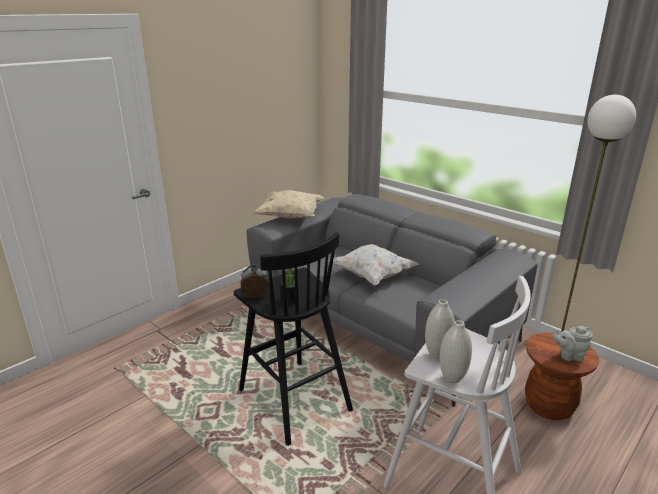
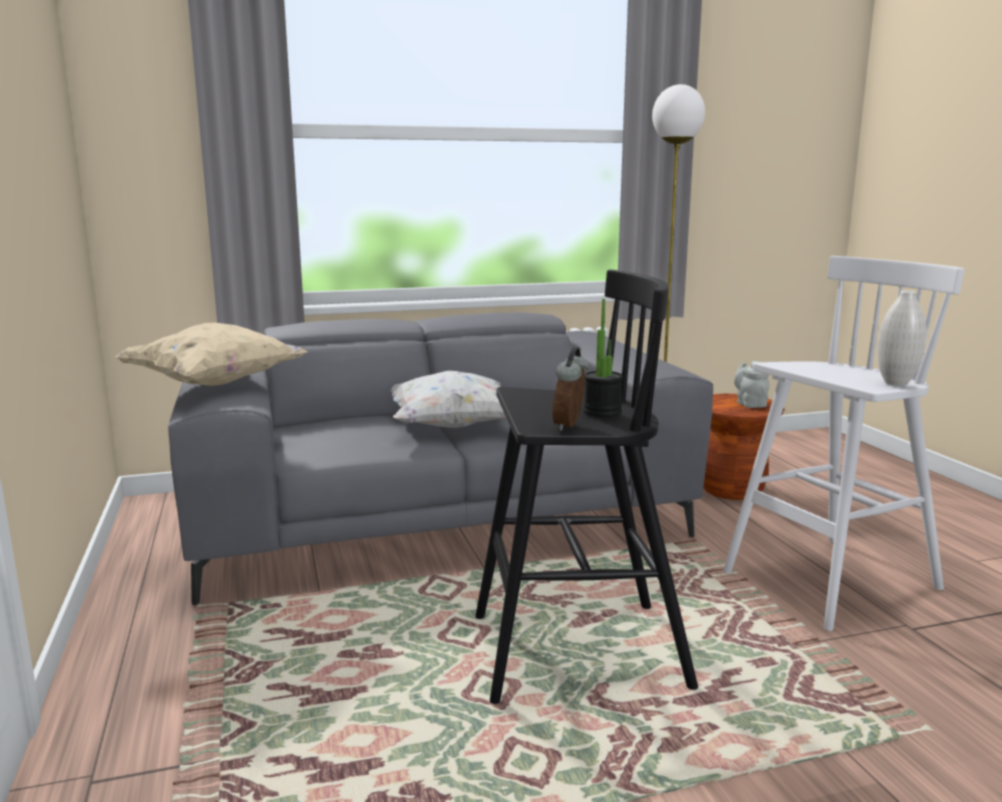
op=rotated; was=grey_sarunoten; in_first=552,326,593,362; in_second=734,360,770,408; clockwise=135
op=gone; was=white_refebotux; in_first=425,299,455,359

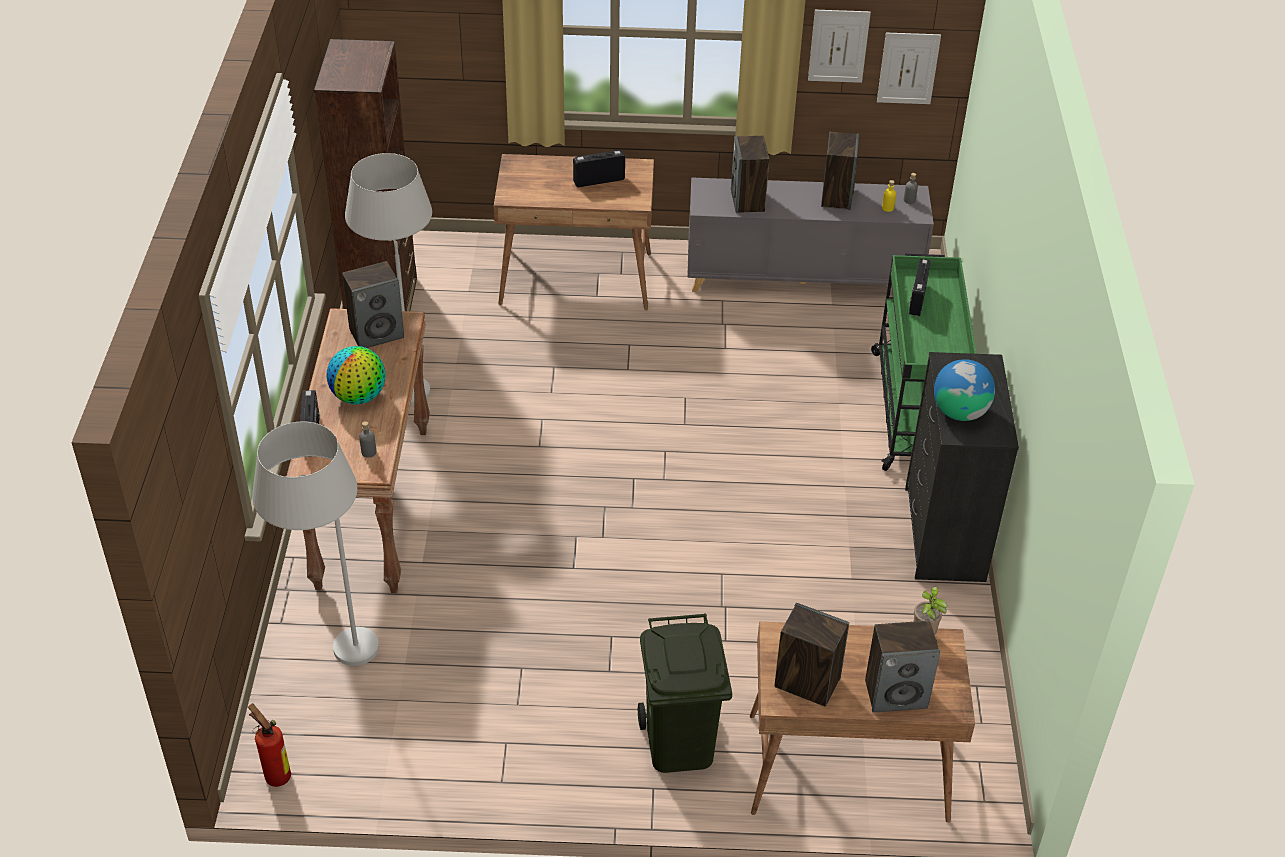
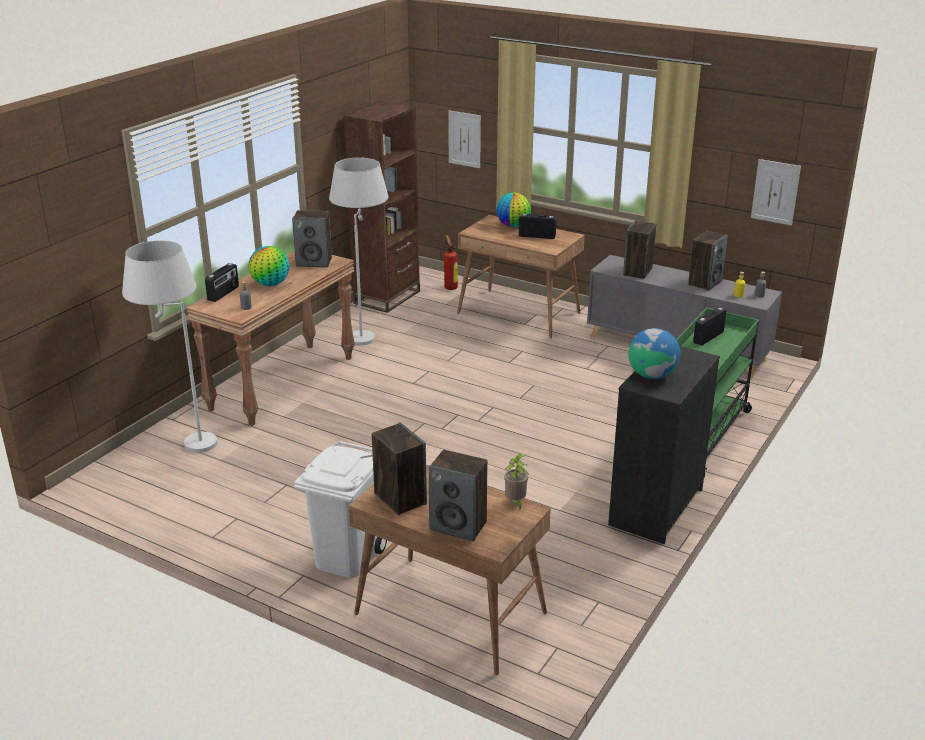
op=repainted; was=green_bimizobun; now=white_bimizobun; in_first=638,614,732,773; in_second=294,441,387,578
op=shifted; was=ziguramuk; in_first=248,703,291,787; in_second=443,235,458,290
op=shifted; was=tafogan; in_first=808,10,871,83; in_second=448,110,481,168
op=new; now=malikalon; in_second=496,192,531,227

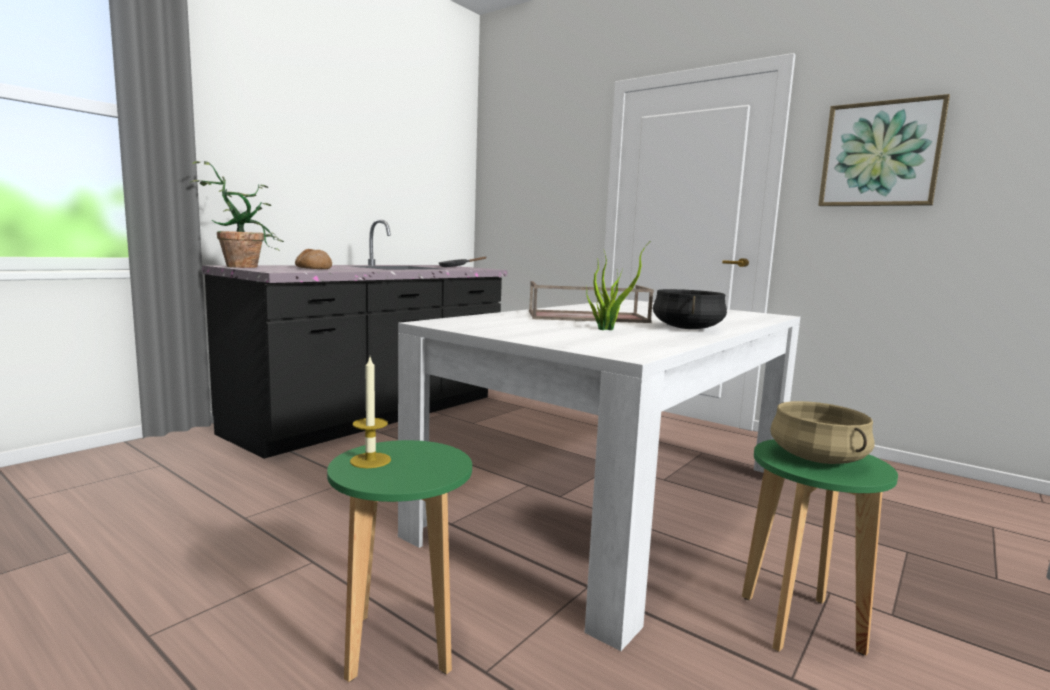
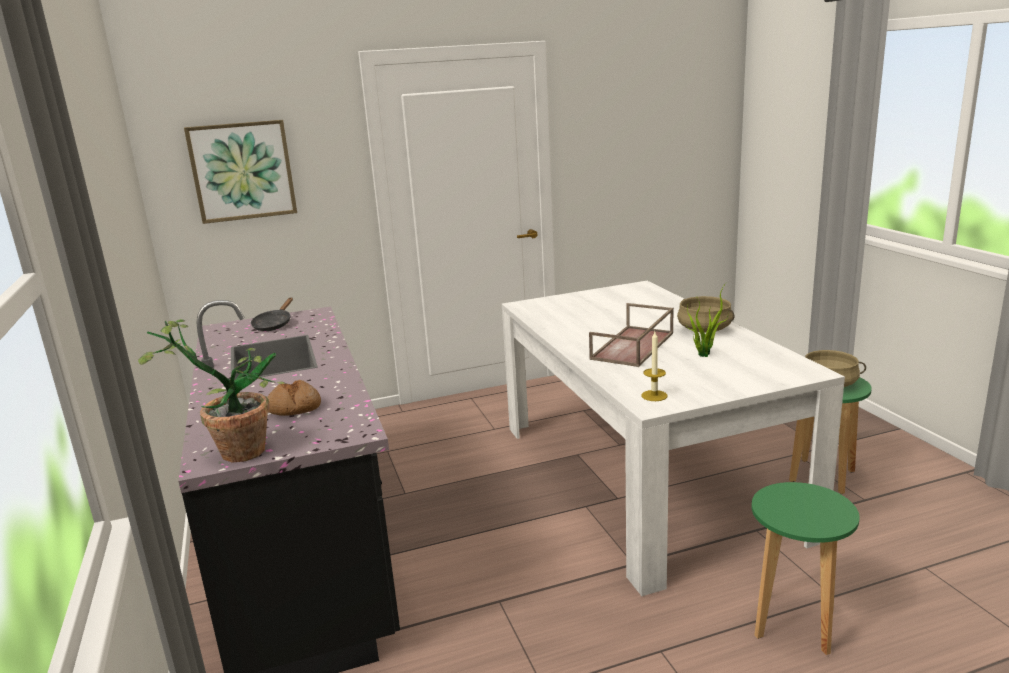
op=shifted; was=tafogan; in_first=818,94,950,206; in_second=184,120,297,224
op=shifted; was=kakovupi; in_first=350,357,391,468; in_second=641,332,667,401
op=repainted; was=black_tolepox; now=beige_tolepox; in_first=653,289,727,329; in_second=677,296,734,333

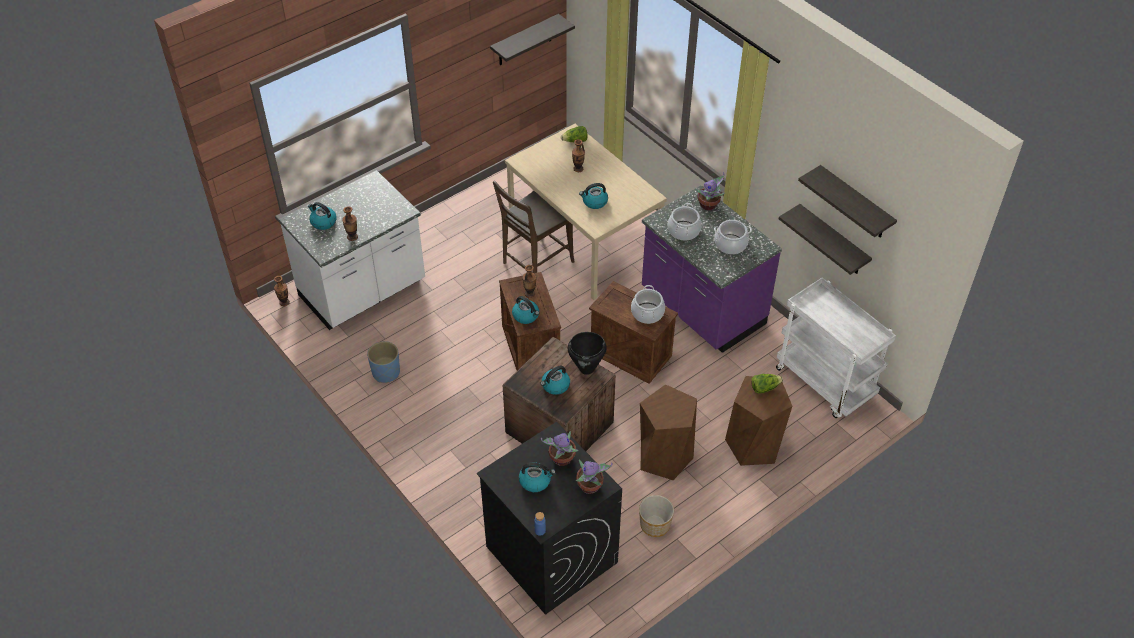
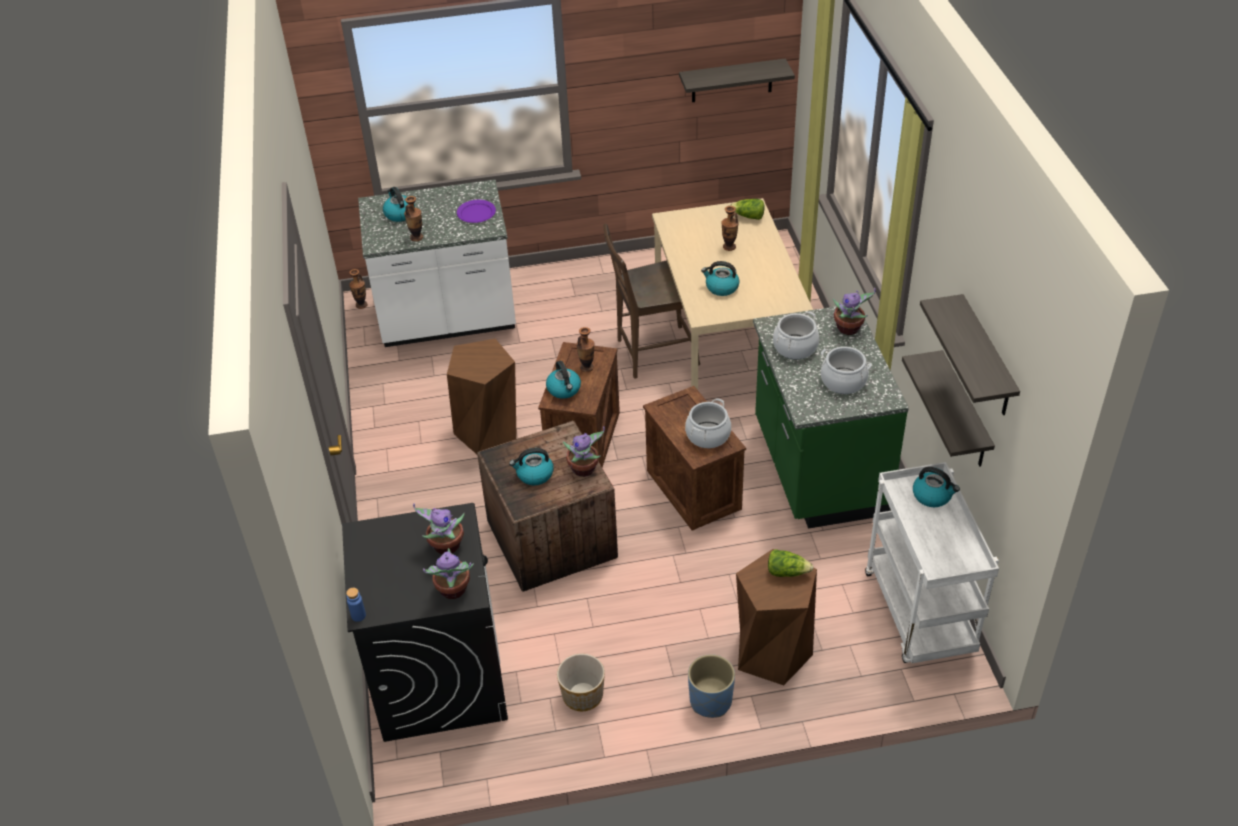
op=shifted; was=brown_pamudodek; in_first=640,384,697,480; in_second=447,339,517,454
op=new; now=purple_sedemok; in_second=457,200,496,223
op=swapped; was=black_tolepox; now=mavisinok; in_first=568,332,607,375; in_second=563,426,605,477
op=shifted; was=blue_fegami; in_first=367,341,400,383; in_second=688,654,735,718
op=repainted; was=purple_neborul; now=green_neborul; in_first=642,185,782,353; in_second=753,306,909,529
op=shifted; was=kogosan; in_first=519,462,556,492; in_second=913,467,960,507

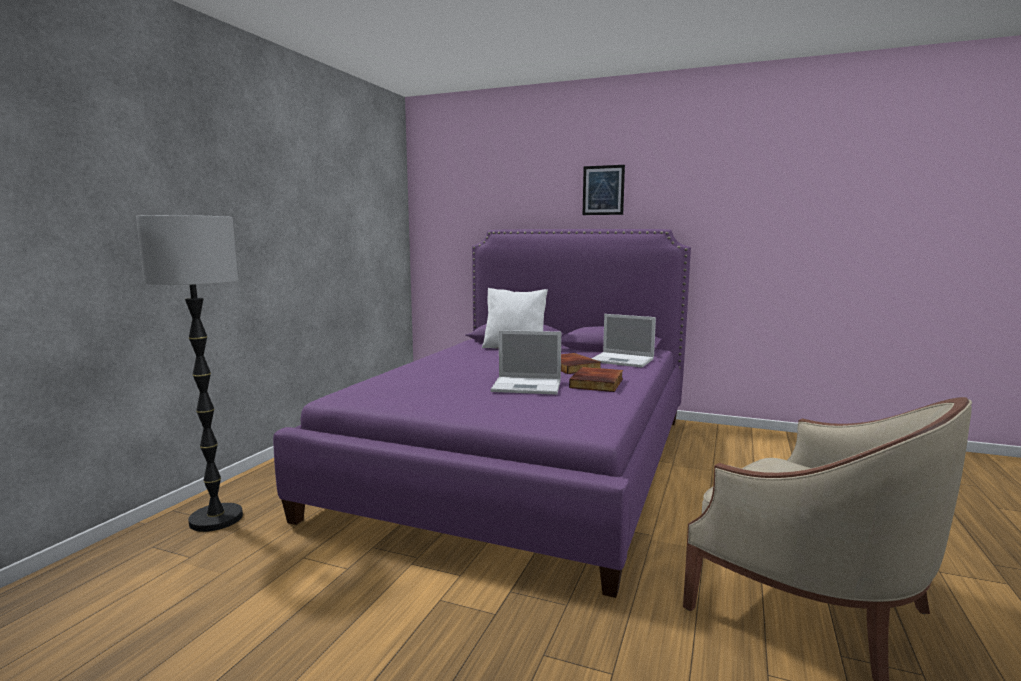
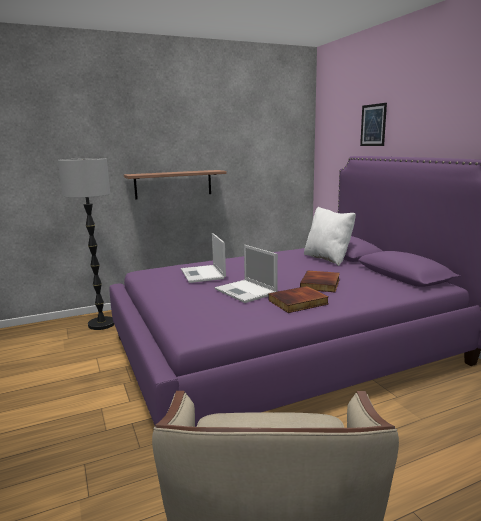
op=new; now=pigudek; in_second=124,170,227,199
op=shifted; was=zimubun; in_first=591,314,656,368; in_second=181,233,226,283
op=shifted; was=tafogan; in_first=583,165,625,215; in_second=360,103,387,146

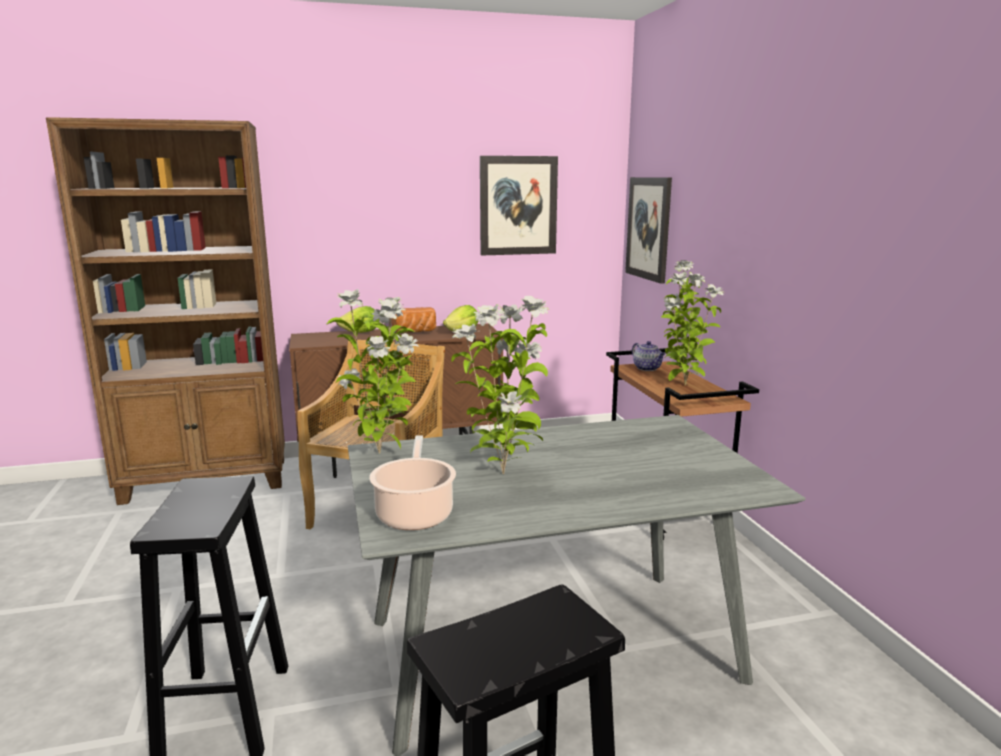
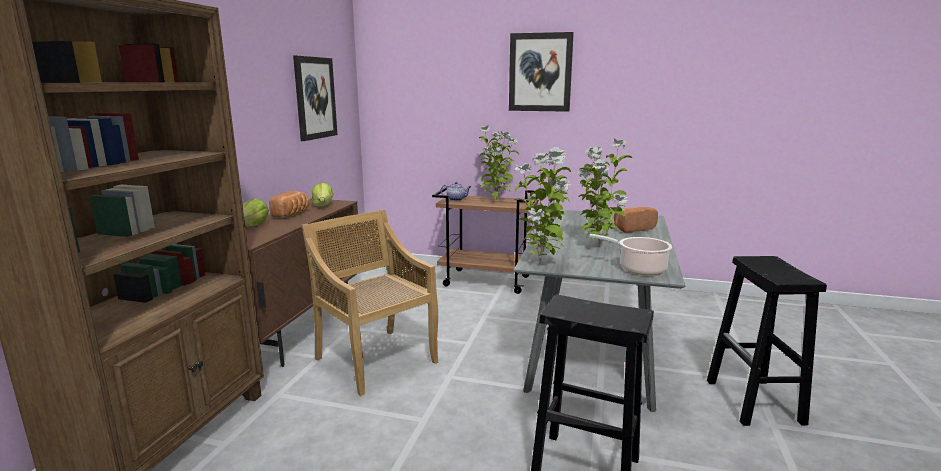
op=shifted; was=tafogan; in_first=625,177,672,284; in_second=509,32,574,112
op=new; now=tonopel; in_second=614,207,658,232

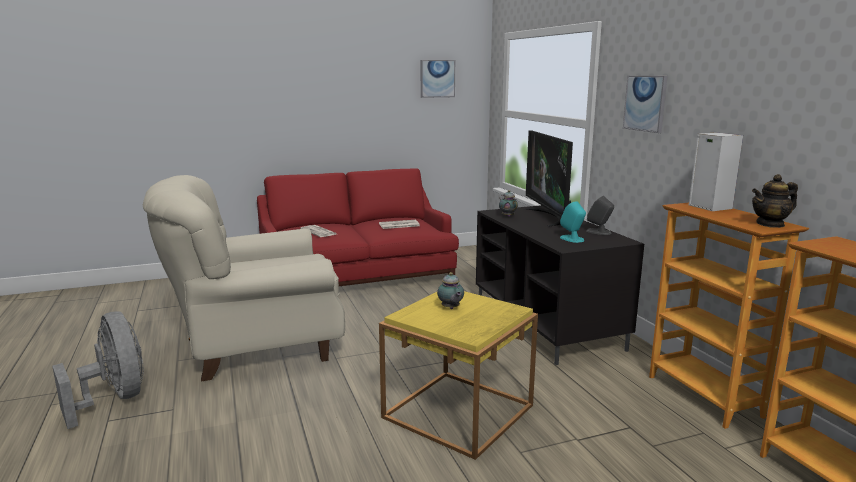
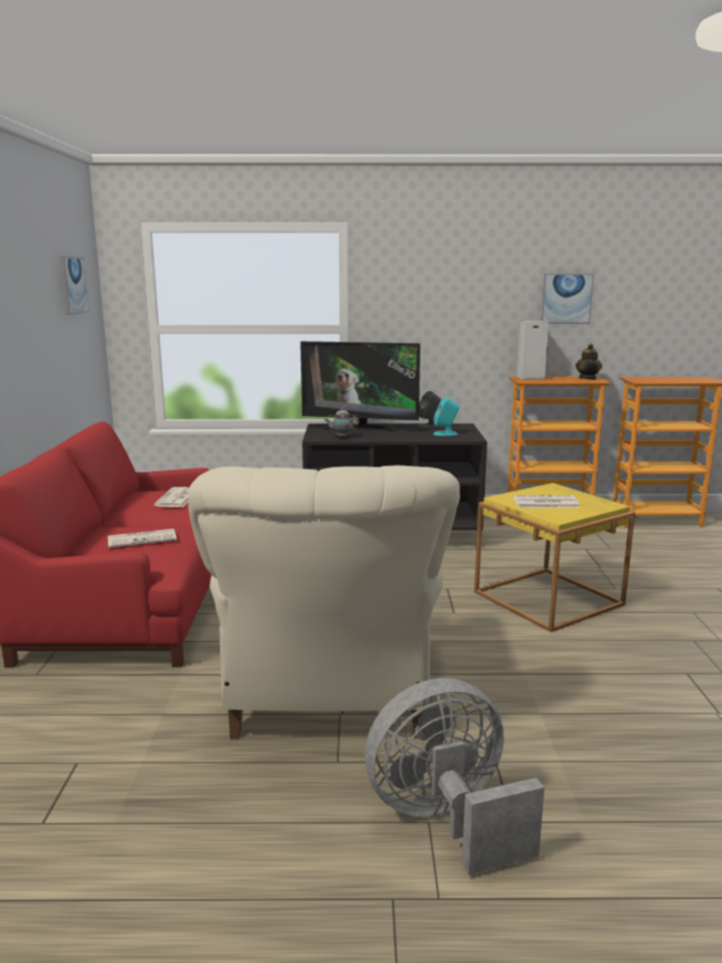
op=swapped; was=sarunoten; now=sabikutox; in_first=437,272,464,309; in_second=513,495,580,508
op=shifted; was=tafogan; in_first=623,76,668,133; in_second=541,274,594,324

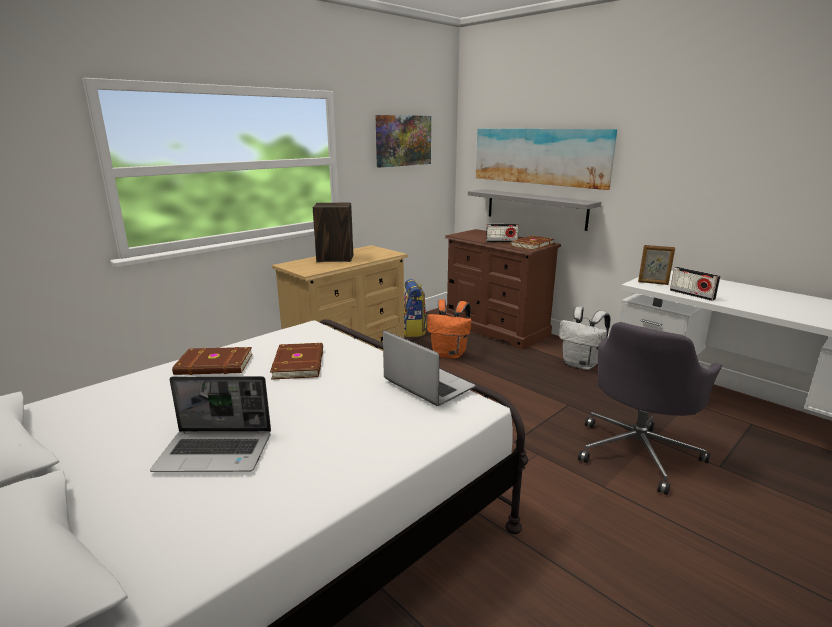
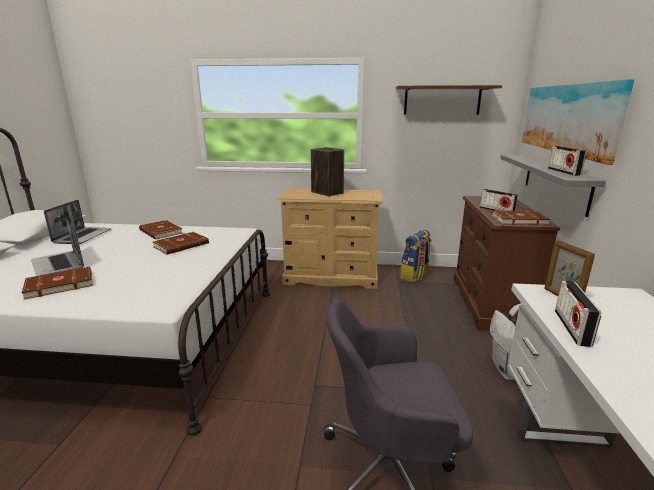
op=new; now=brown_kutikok; in_second=22,267,93,300
op=shifted; was=zimubun; in_first=383,330,475,406; in_second=44,200,112,244
op=swapped; was=tafogan; now=pigudek; in_first=376,115,431,168; in_second=396,85,502,115
op=new; now=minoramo; in_second=548,146,586,176
op=gone; was=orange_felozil; in_first=427,299,472,359

